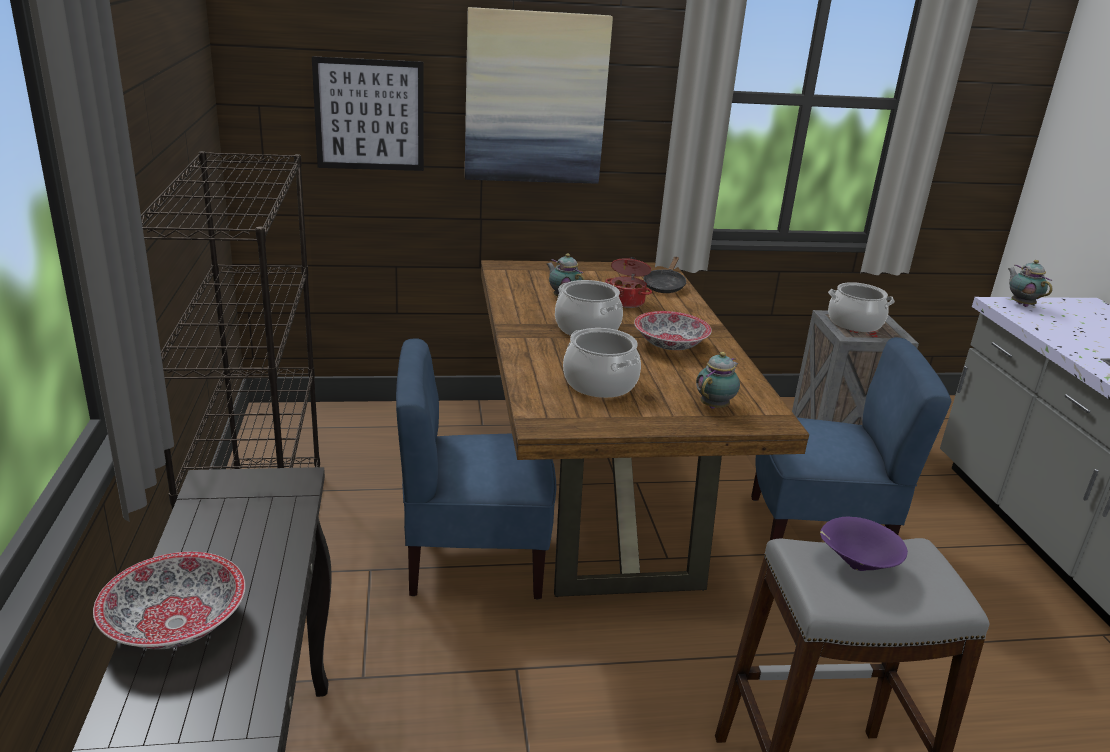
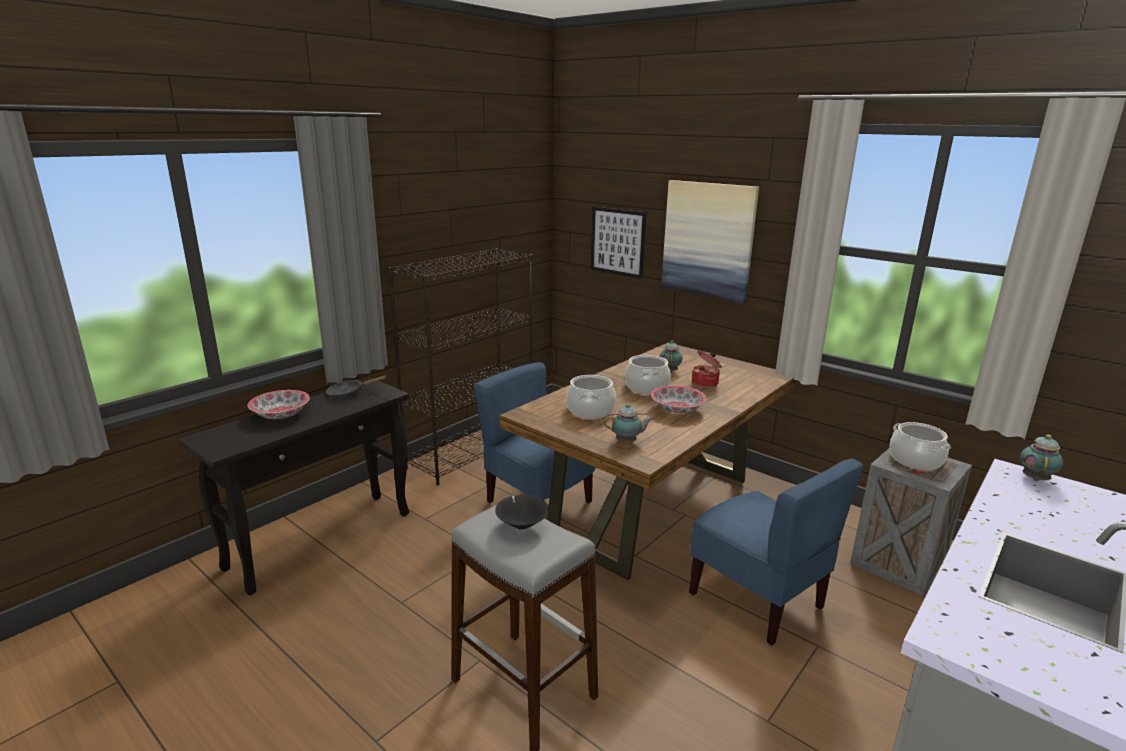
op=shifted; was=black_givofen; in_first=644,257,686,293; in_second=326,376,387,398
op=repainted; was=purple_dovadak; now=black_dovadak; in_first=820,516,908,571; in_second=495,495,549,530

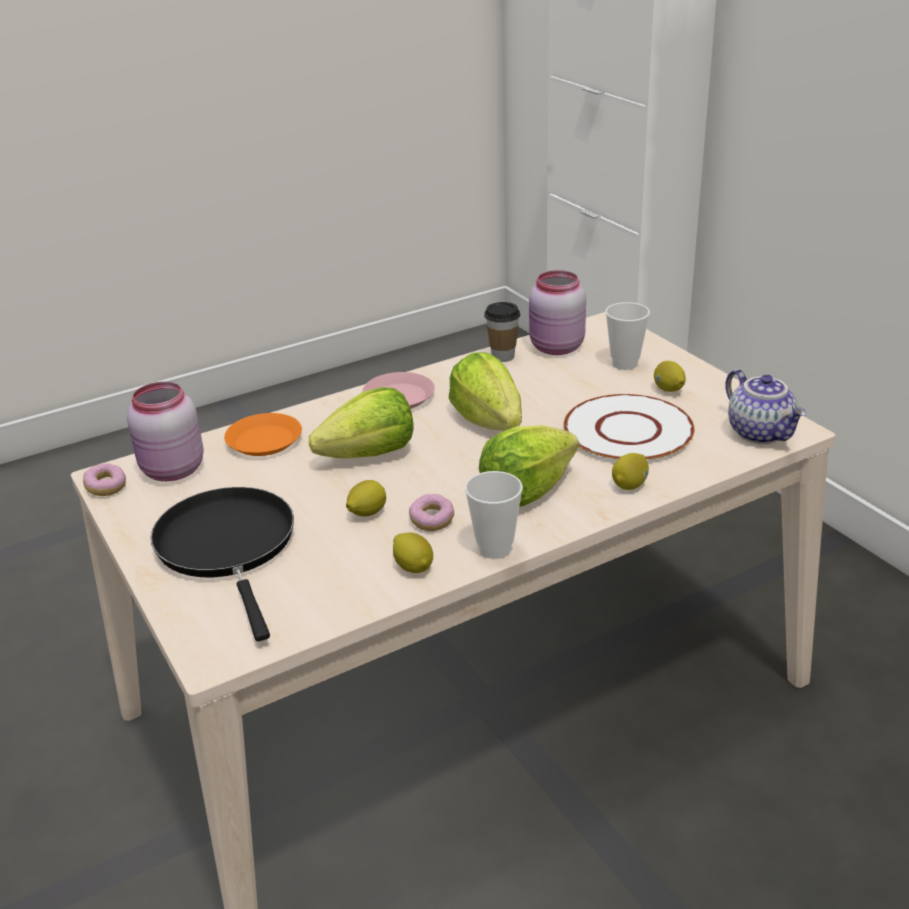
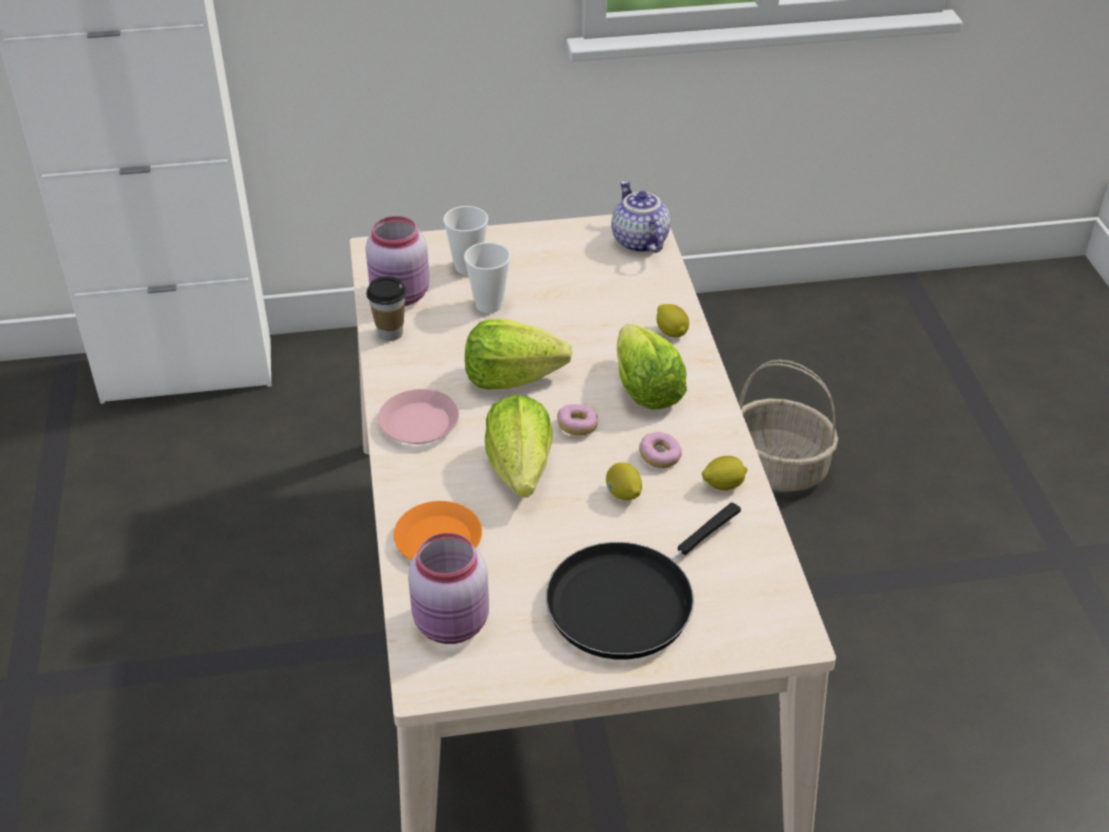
op=shifted; was=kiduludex; in_first=465,471,523,559; in_second=464,242,511,313
op=rotated; was=black_givofen; in_first=151,487,294,641; in_second=546,502,741,659; clockwise=-45
op=shifted; was=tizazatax; in_first=83,463,126,496; in_second=557,404,598,436
op=rotated; was=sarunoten; in_first=725,369,806,444; in_second=611,181,670,253; clockwise=-105
op=new; now=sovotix; in_second=739,360,838,491
op=gone; was=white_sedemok; in_first=564,394,695,461
op=gone; was=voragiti; in_first=654,361,686,392

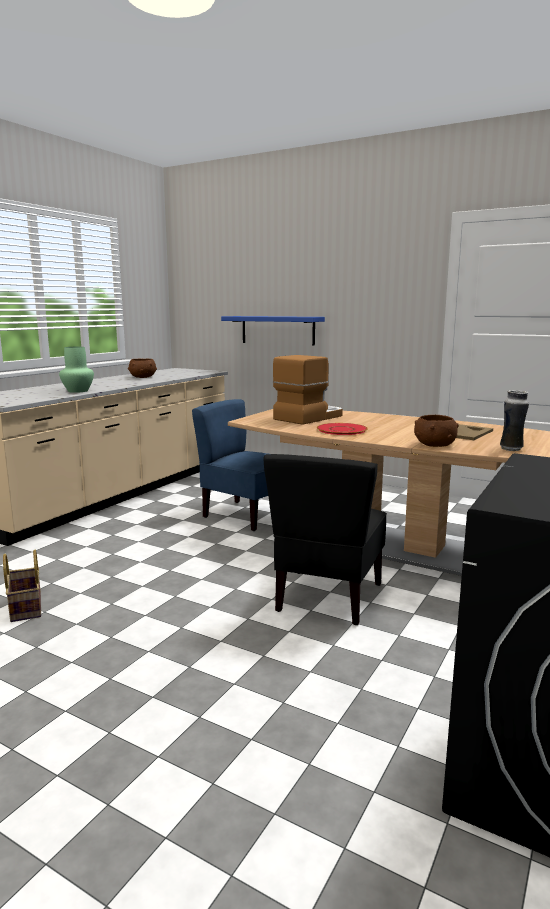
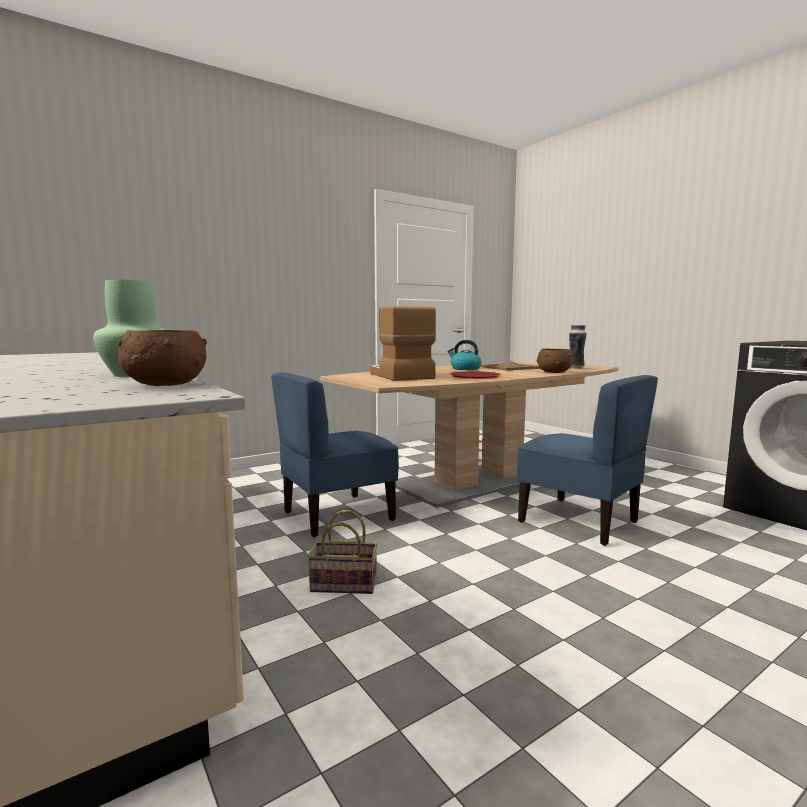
op=shifted; was=brown_dovadak; in_first=128,359,157,378; in_second=118,330,207,386
op=shifted; was=sovotix; in_first=3,549,41,622; in_second=307,510,378,594
op=new; now=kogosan; in_second=448,340,481,370
op=repainted; was=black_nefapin; now=blue_nefapin; in_first=263,454,387,625; in_second=517,375,658,546
op=gone; was=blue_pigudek; in_first=221,316,325,346

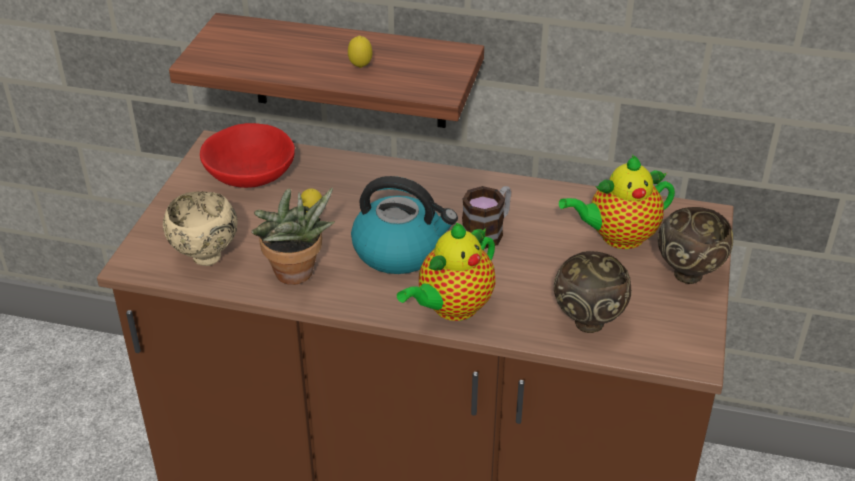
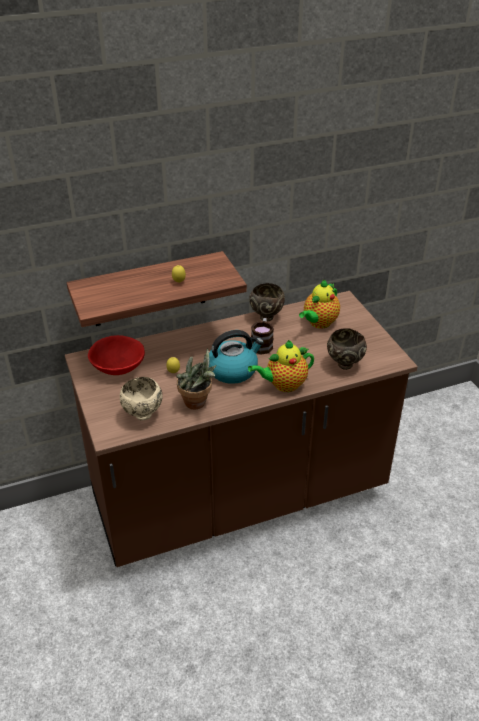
op=rotated; was=sarunoten; in_first=397,223,496,321; in_second=248,340,314,392; clockwise=60
op=shifted; was=brown_dovadak; in_first=658,207,733,284; in_second=249,283,285,321

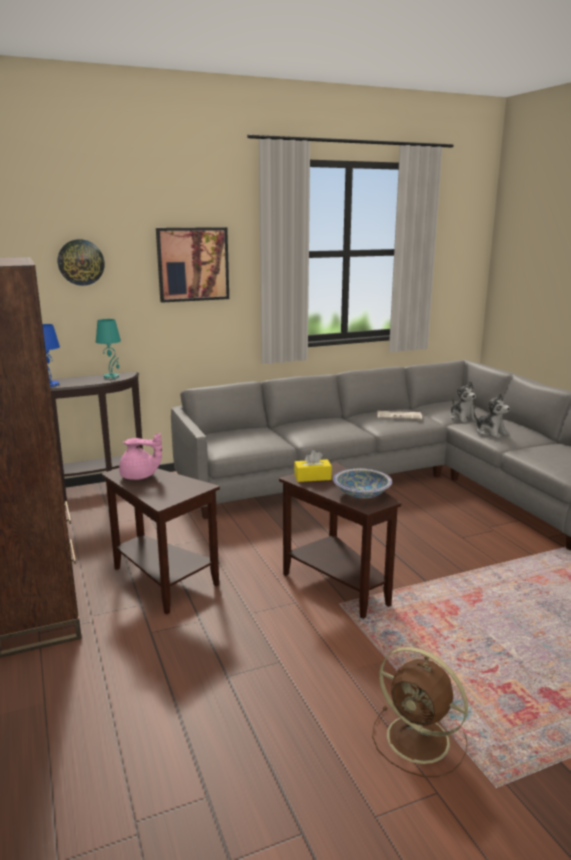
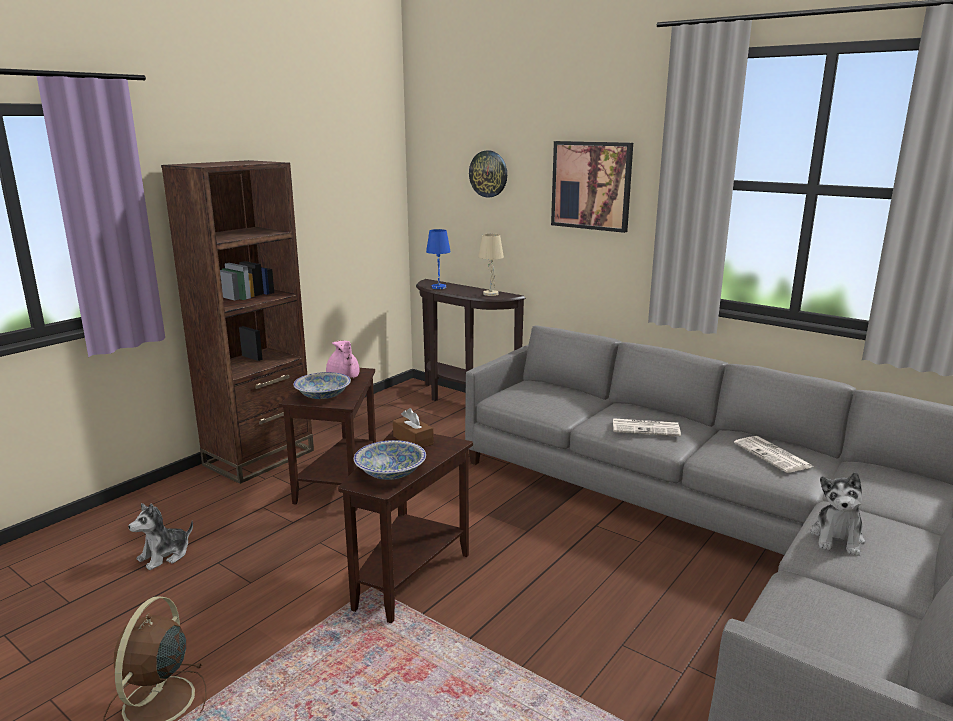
op=shifted; was=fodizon; in_first=450,381,476,423; in_second=128,503,193,570
op=new; now=dovadak; in_second=293,372,351,399
op=repainted; was=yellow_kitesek; now=brown_kitesek; in_first=294,450,332,482; in_second=393,408,434,448
op=repainted; was=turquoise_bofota; now=beige_bofota; in_first=96,319,121,379; in_second=478,234,504,296
op=new; now=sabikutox; in_second=613,418,681,436

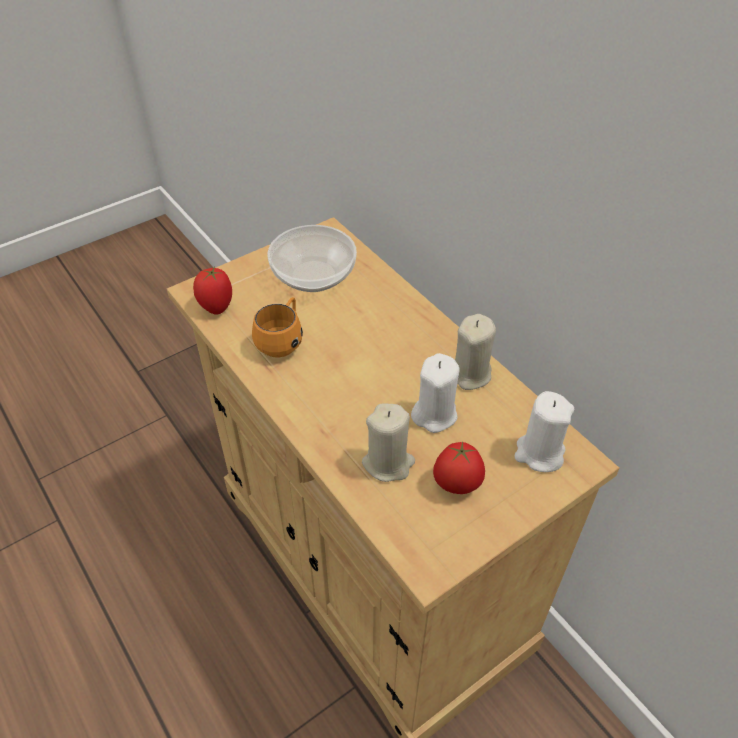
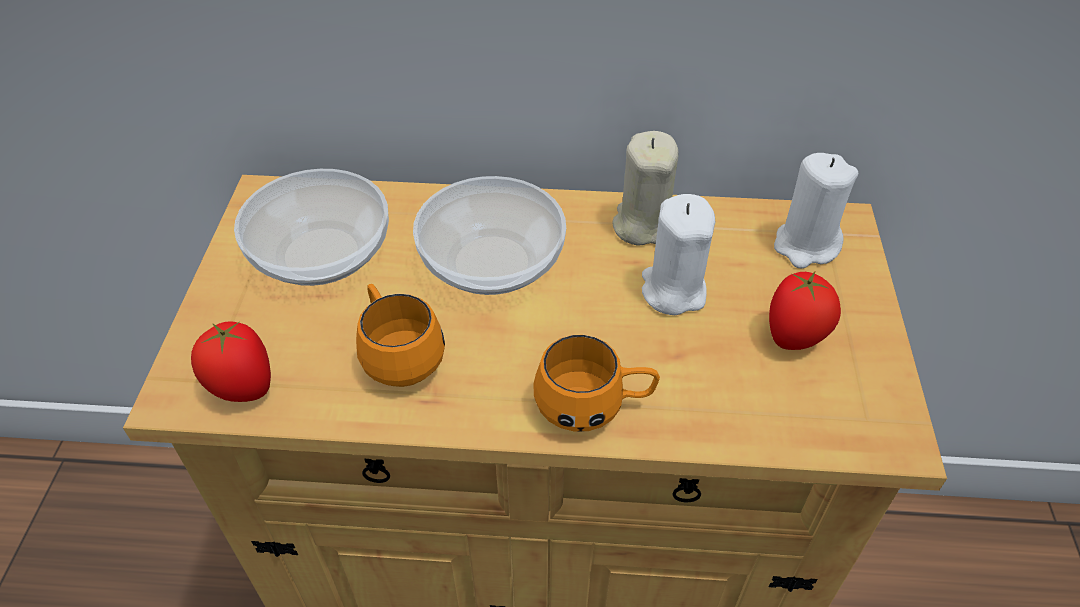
op=new; now=dovadak; in_second=413,176,566,295
op=new; now=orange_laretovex; in_second=533,335,660,432
op=gone; was=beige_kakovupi; in_first=362,403,415,482

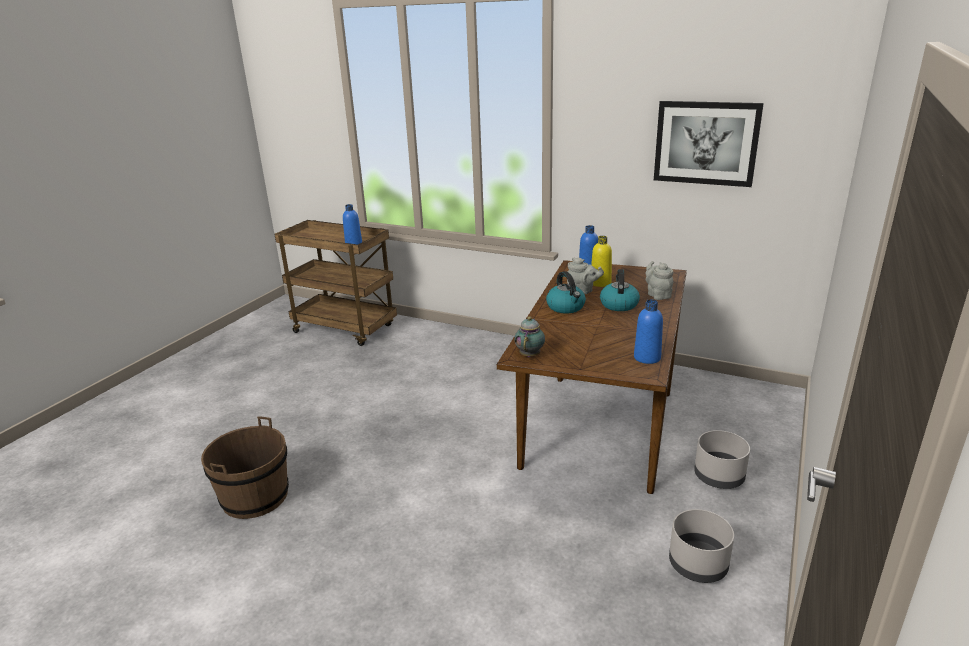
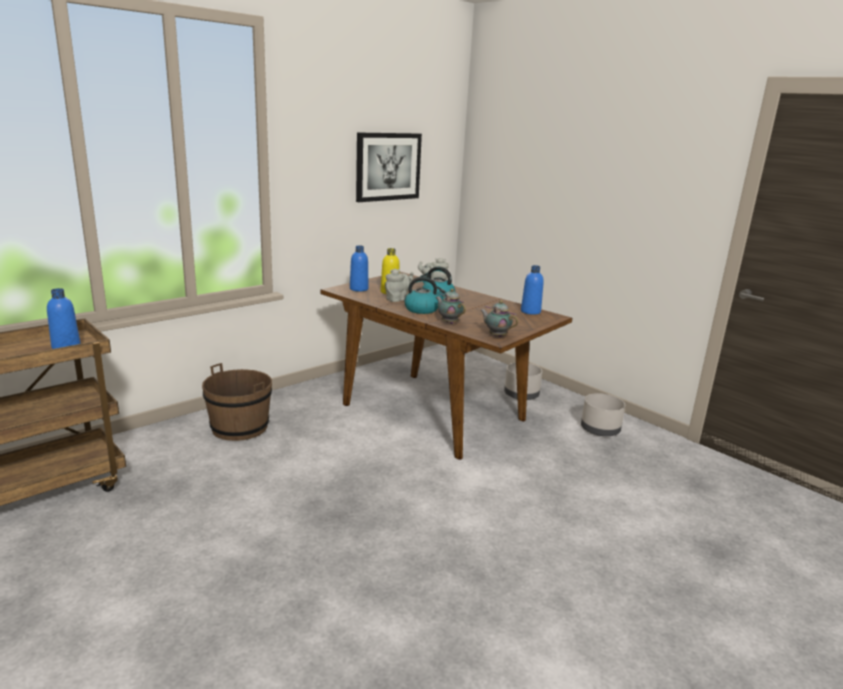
op=shifted; was=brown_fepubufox; in_first=201,416,289,519; in_second=202,363,272,441
op=new; now=sarunoten; in_second=436,289,466,324

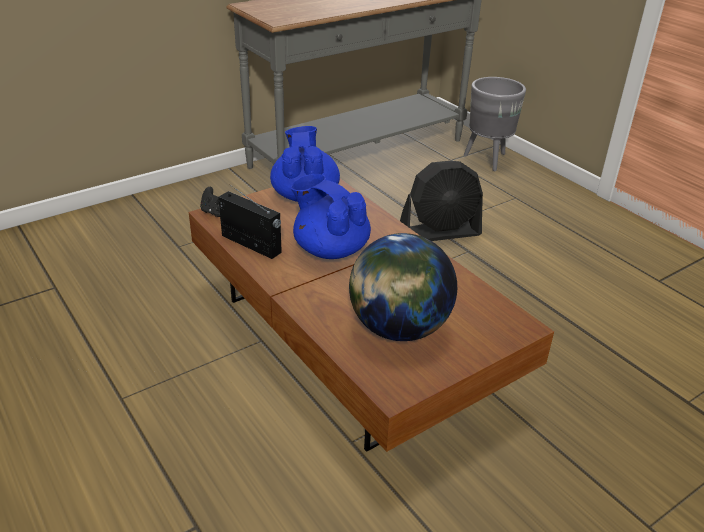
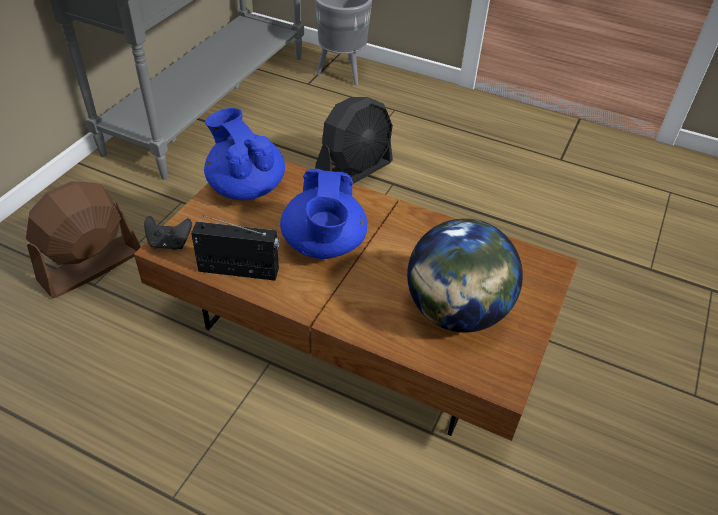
op=new; now=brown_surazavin; in_second=26,181,141,298
op=rotated; was=blue_sarunoten; in_first=291,174,371,259; in_second=280,169,367,259; clockwise=-105

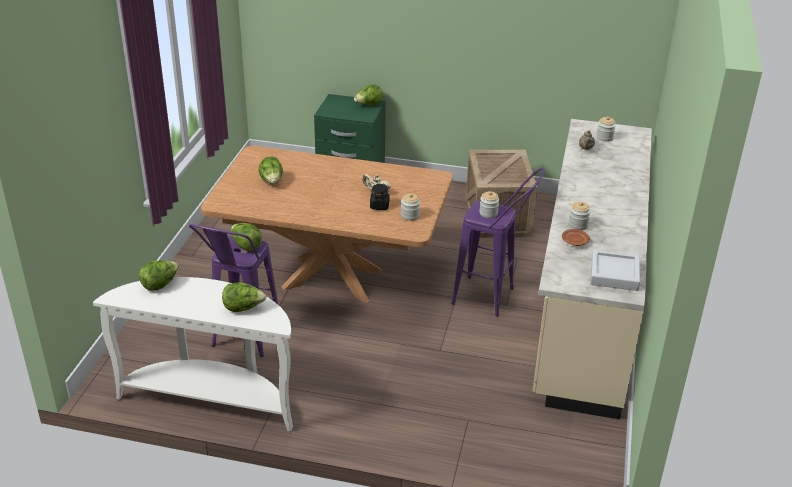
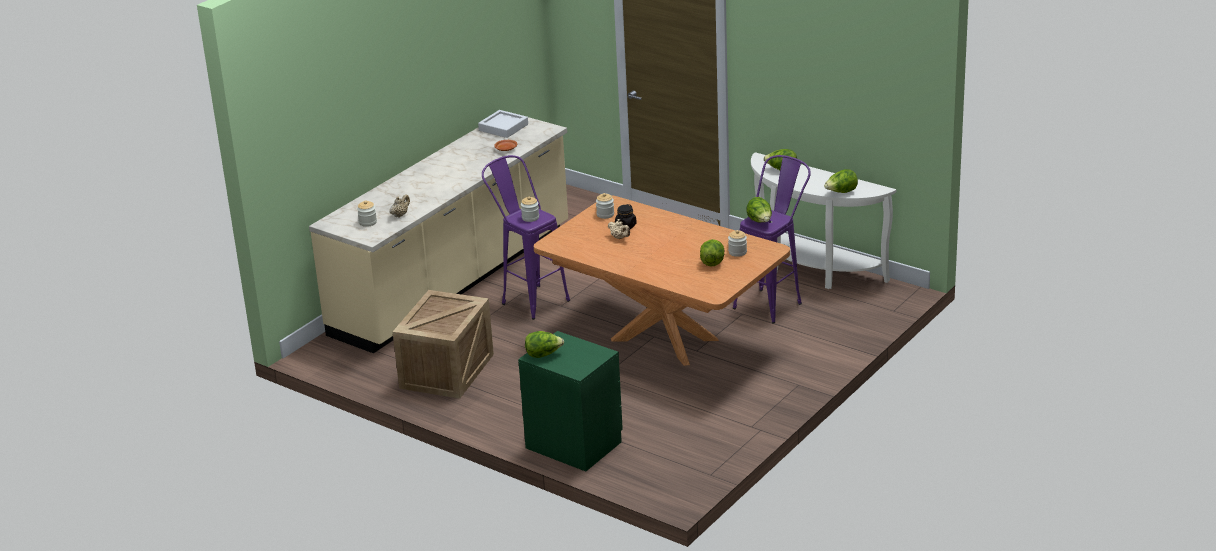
op=shifted; was=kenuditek; in_first=568,202,591,230; in_second=728,230,747,257

